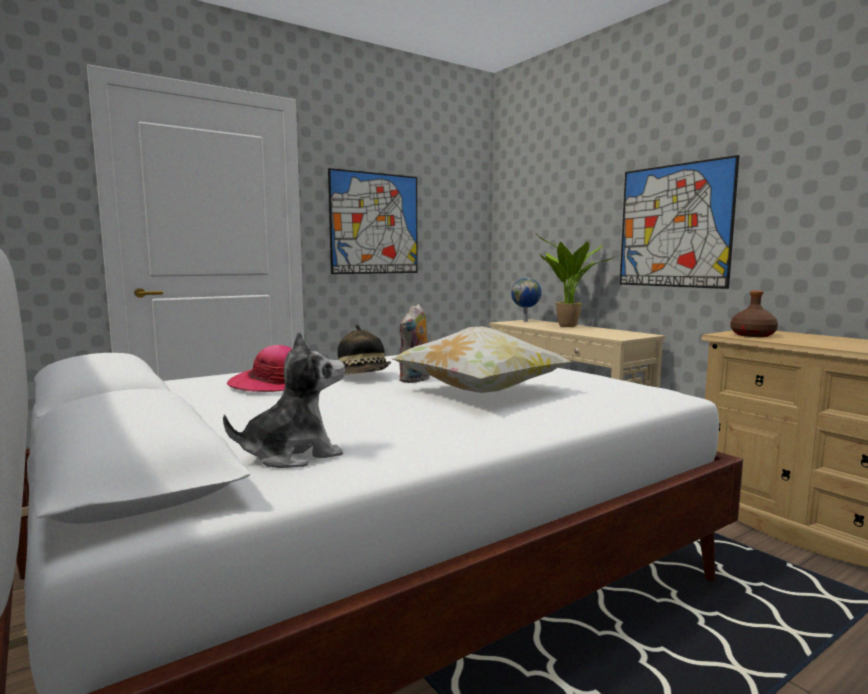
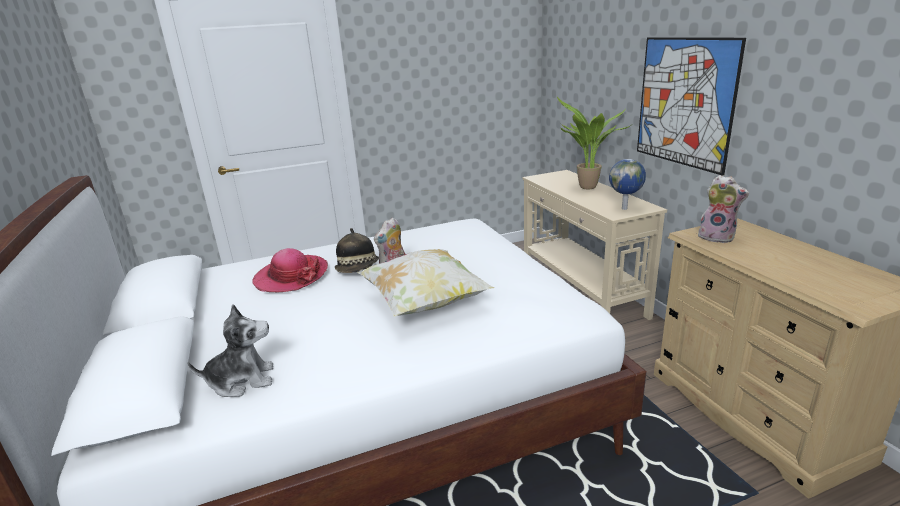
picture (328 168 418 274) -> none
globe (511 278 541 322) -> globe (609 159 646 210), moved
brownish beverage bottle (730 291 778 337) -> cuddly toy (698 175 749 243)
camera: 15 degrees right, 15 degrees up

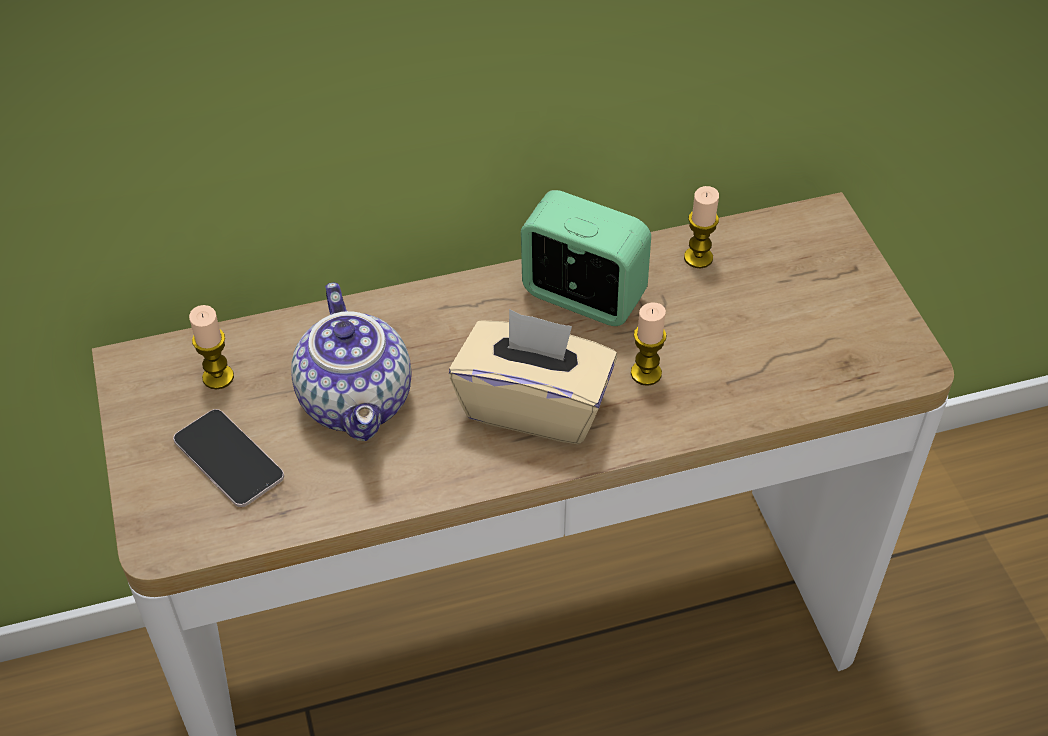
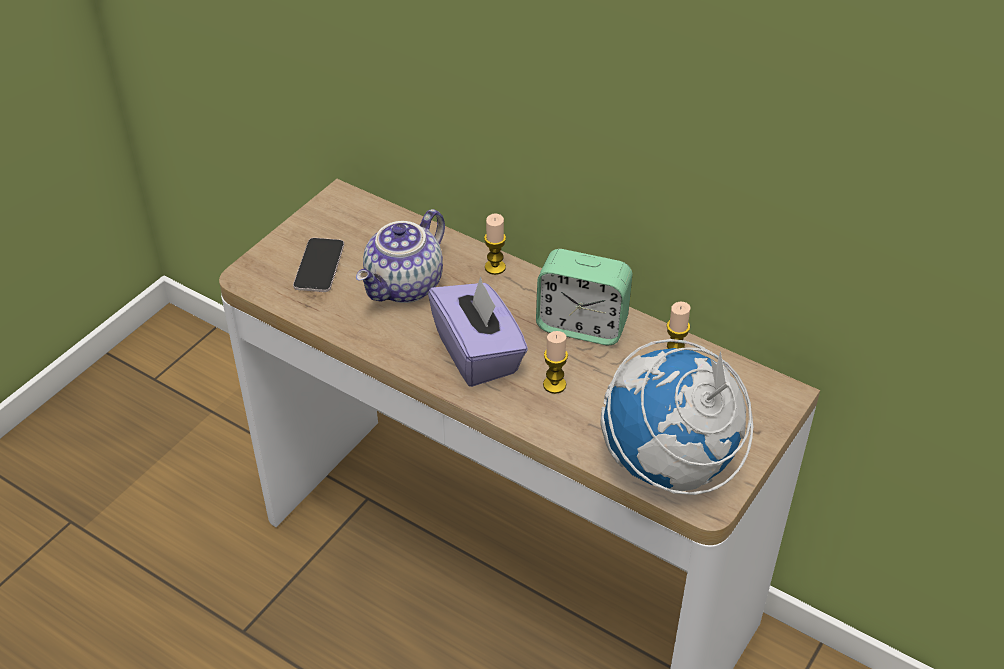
candle (189 305 234 390) -> candle (484 213 506 275), moved
beige tissue box (449 309 617 444) -> purple-coloured tissue box (428 277 528 387)
bedside clock (521 190 651 326) -> bedside clock (536 249 632 345), 120 degrees clockwise
none -> globe (601 339 753 495)
camera: 50 degrees right, 5 degrees down

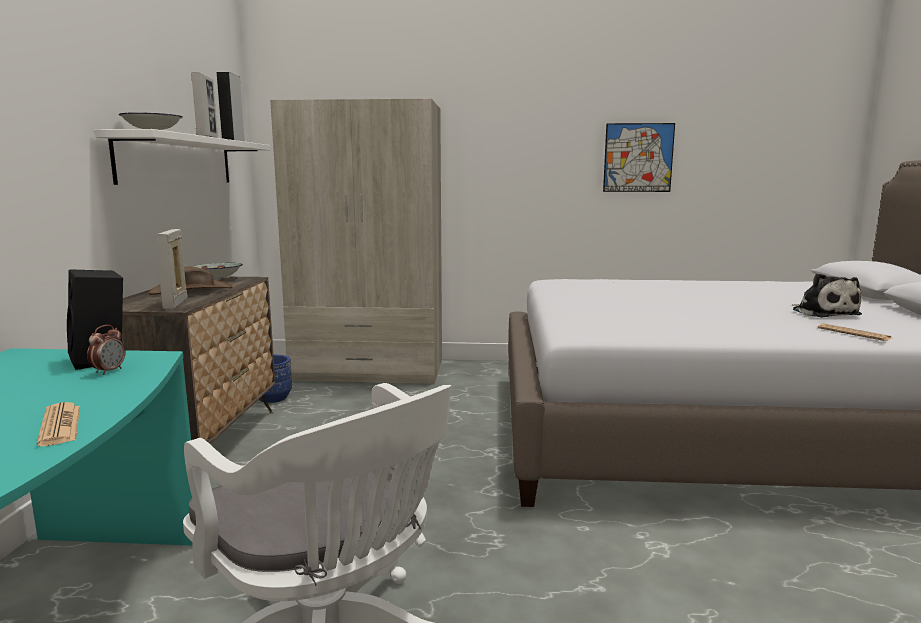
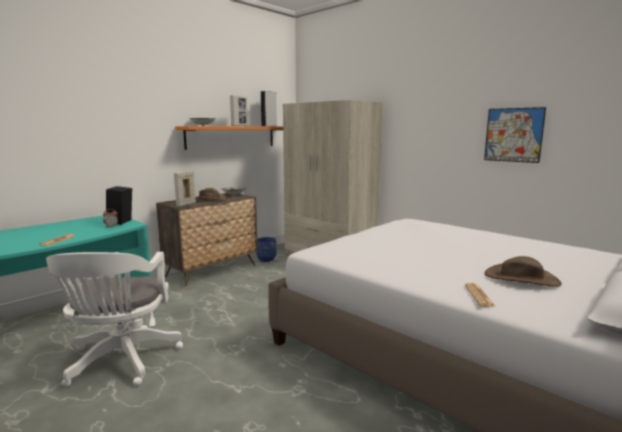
whitish shelf (95 129 270 185) -> orange shelf (175 126 283 150)
cuddly toy (792 273 862 318) -> brownish clothing hat (485 256 562 287)
camera: 40 degrees right, 0 degrees up

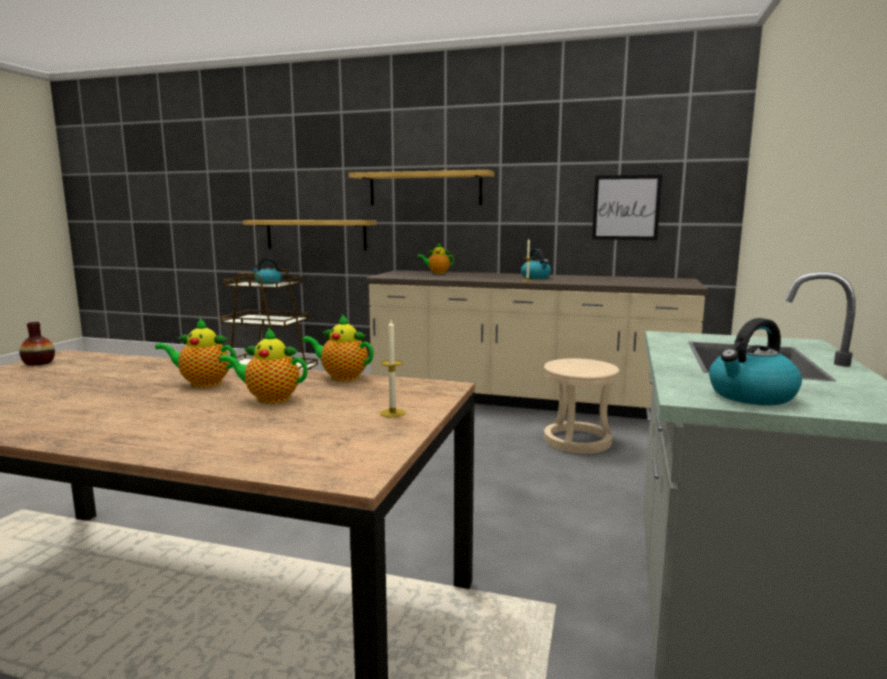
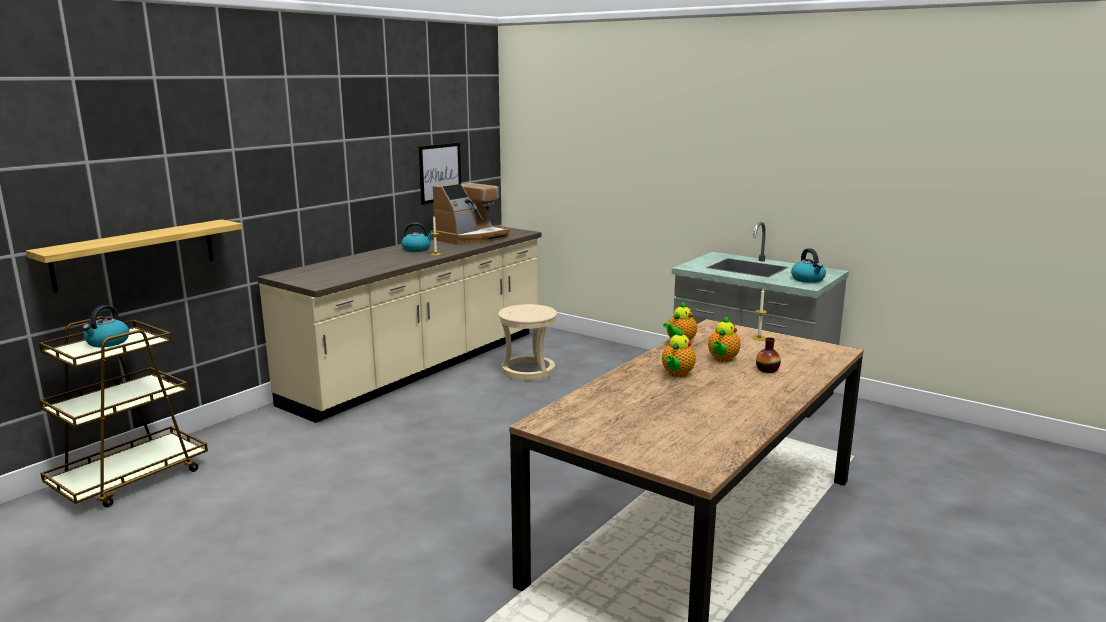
flower vase (19 322 55 366) -> flower vase (756 337 781 373), moved
shelf (349 170 494 205) -> none
tea pot (417 242 454 274) -> none
none -> coffee maker (431 183 510 245)
camera: 70 degrees left, 5 degrees up

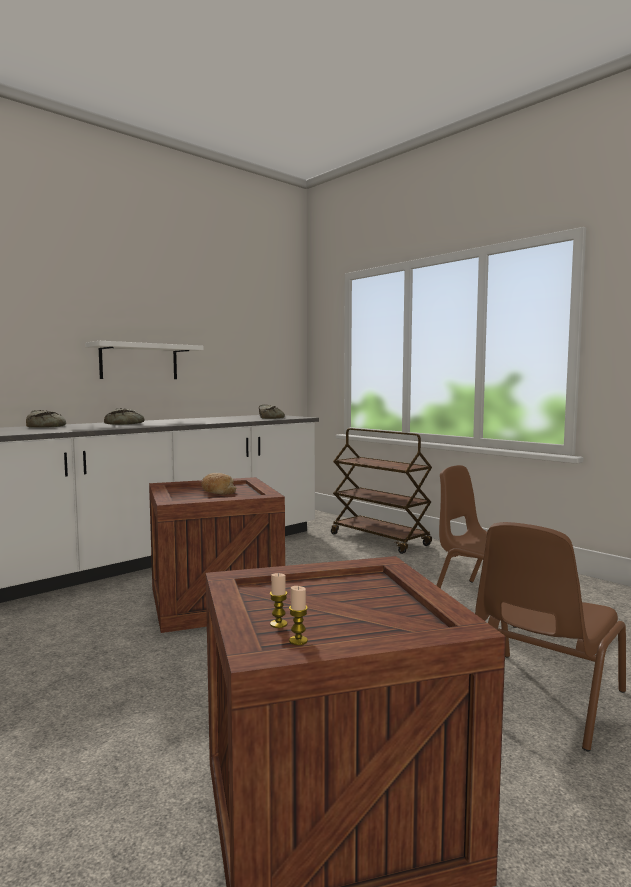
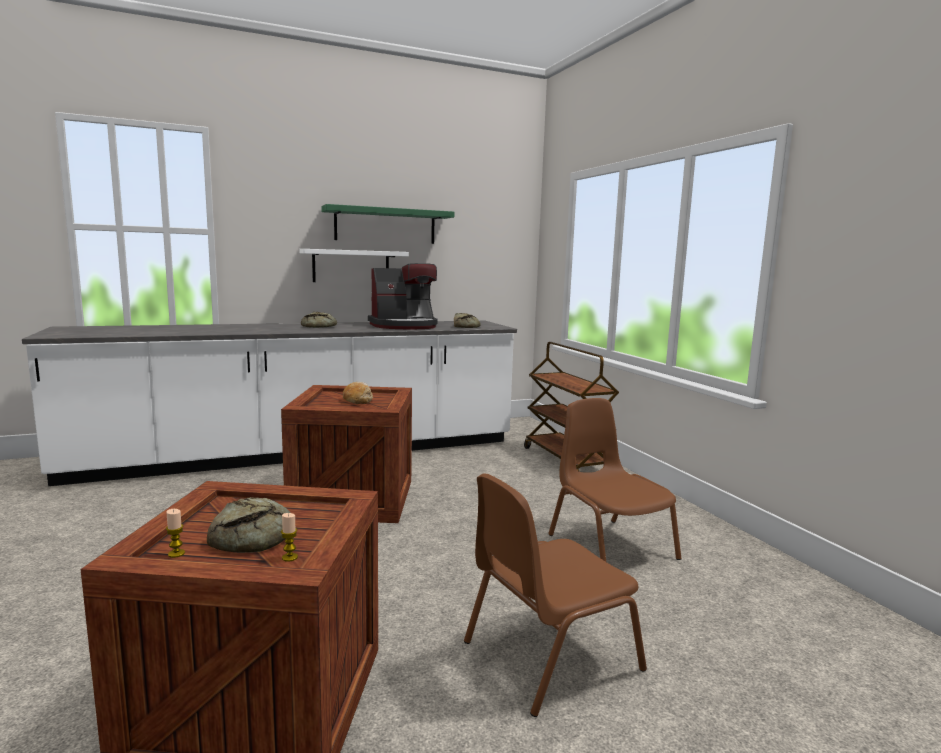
baked bread (26 410 66 428) -> baked bread (207 497 291 553), moved
candle (270 573 288 628) -> candle (281 513 298 562), moved
none -> greenish shelf (321 204 454 244)
none -> coffee maker (368 263 438 329)
camera: 20 degrees right, 5 degrees up

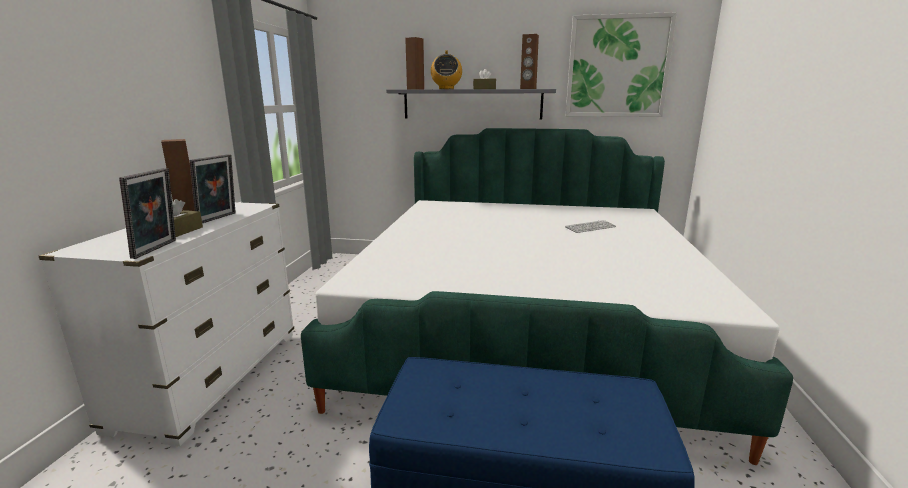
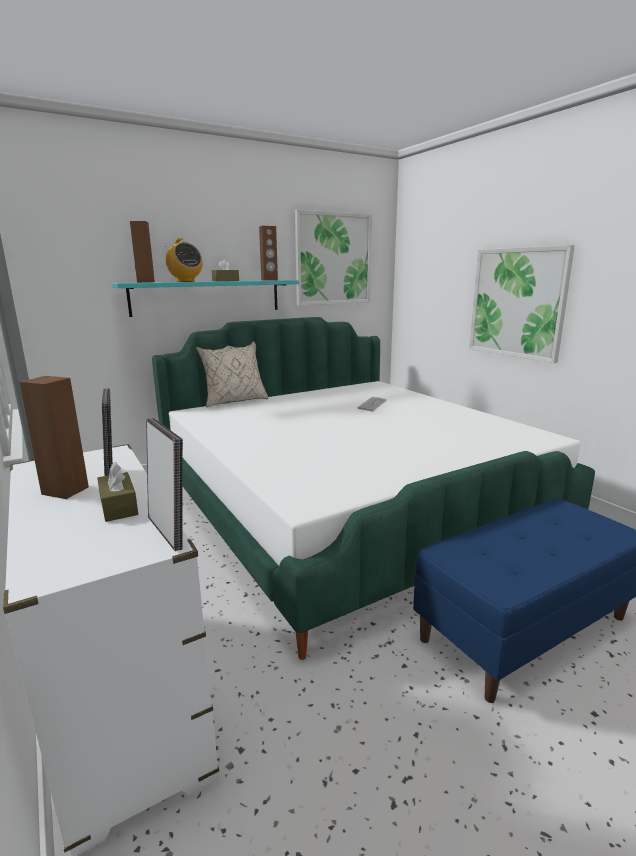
gray shelf (386 89 556 119) -> turquoise shelf (112 280 299 317)
none -> beige cushion (196 341 269 408)
none -> picture (469 245 575 363)
camera: 40 degrees left, 0 degrees up

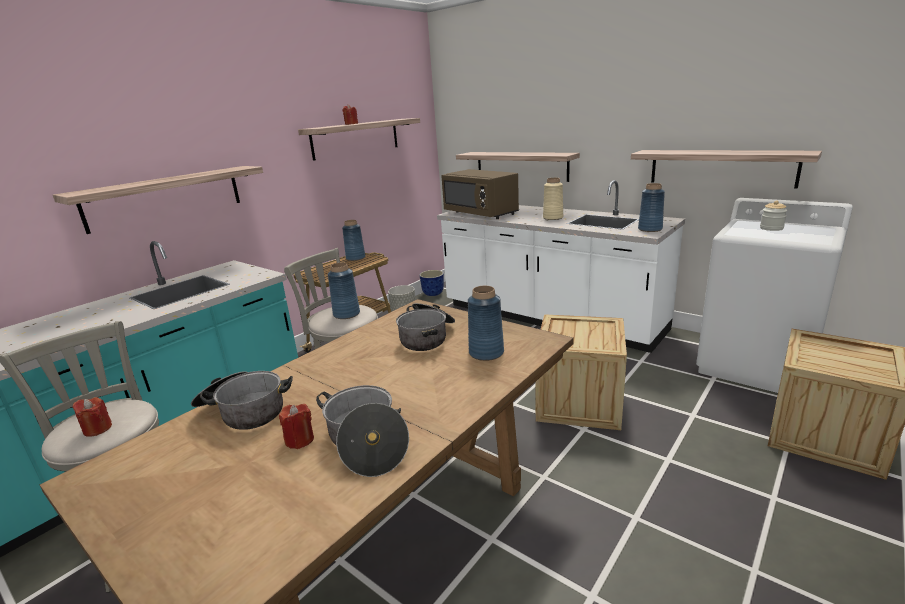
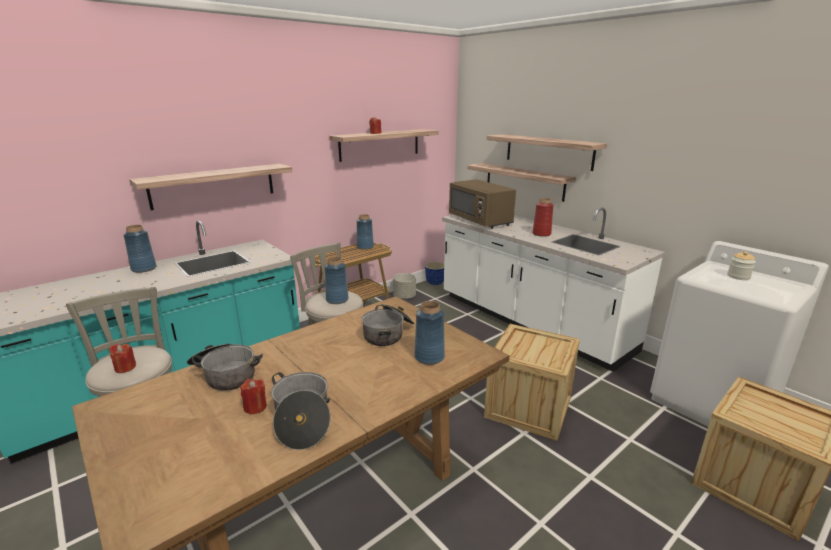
beige flower vase (543 178 563 220) -> red flower vase (532 198 554 237)
shelf (631 150 822 189) -> shelf (487 134 607 171), moved
blue-coloured flower vase (638 183 665 232) -> blue-coloured flower vase (123 225 157 273), moved
camera: 10 degrees right, 0 degrees up

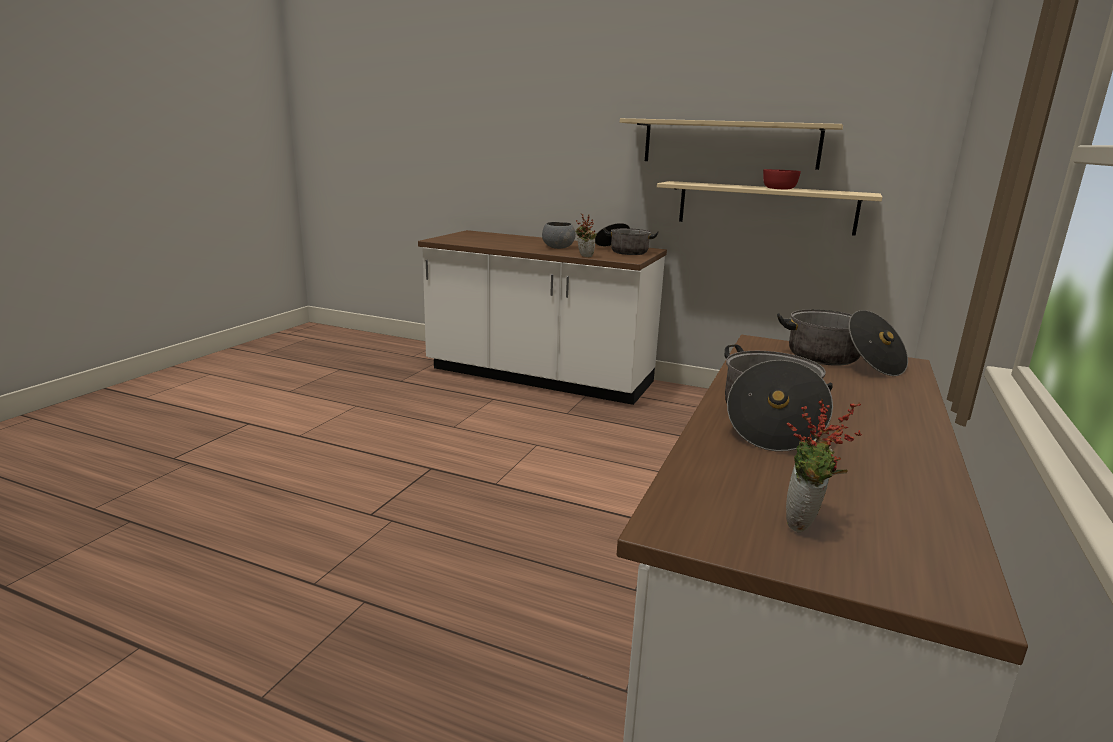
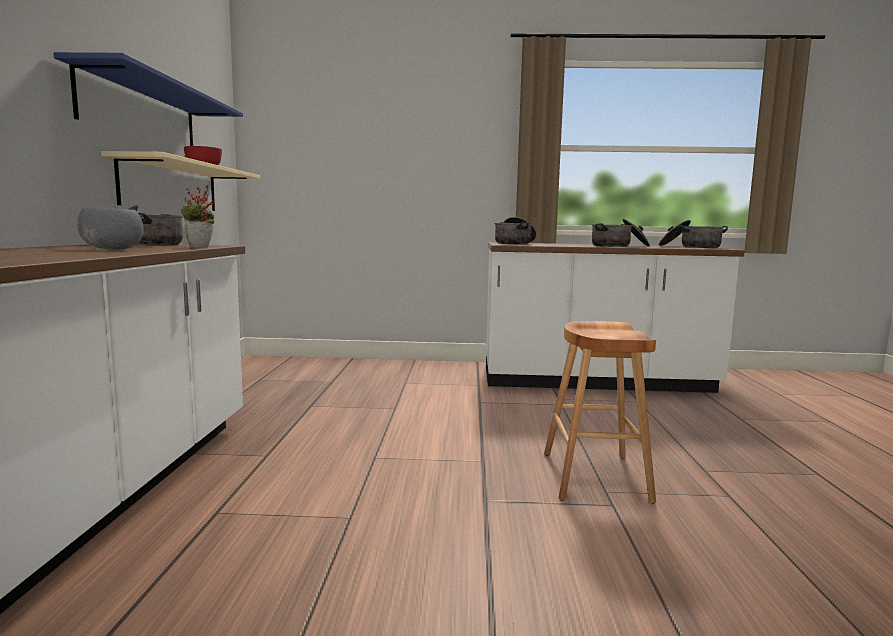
beige shelf (620 118 843 170) -> blue-coloured shelf (53 52 243 146)
houseplant (786 399 863 533) -> saucepot (659 220 728 248)
none -> brownish sitting stool (544 321 656 504)
camera: 110 degrees left, 10 degrees down

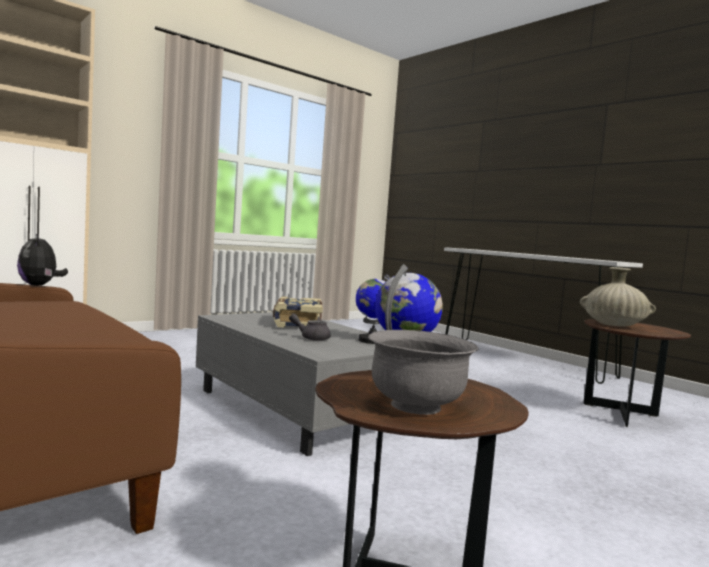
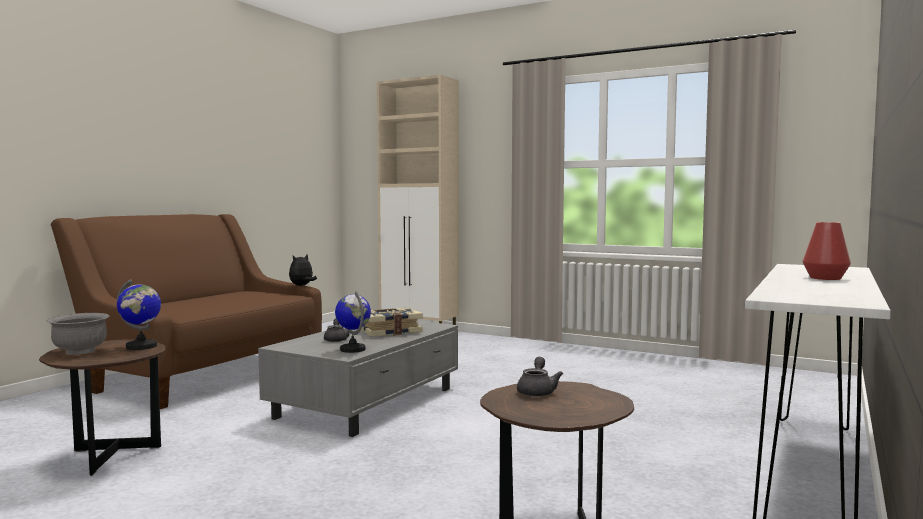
beige flower vase (580 267 656 327) -> gray tea pot (517 357 563 397)
none -> red flower vase (803 222 851 280)
camera: 70 degrees right, 0 degrees up

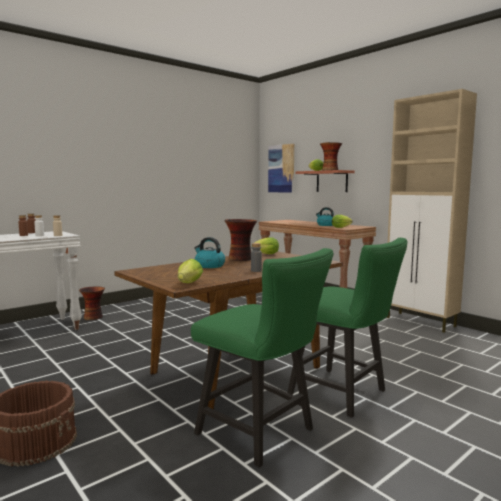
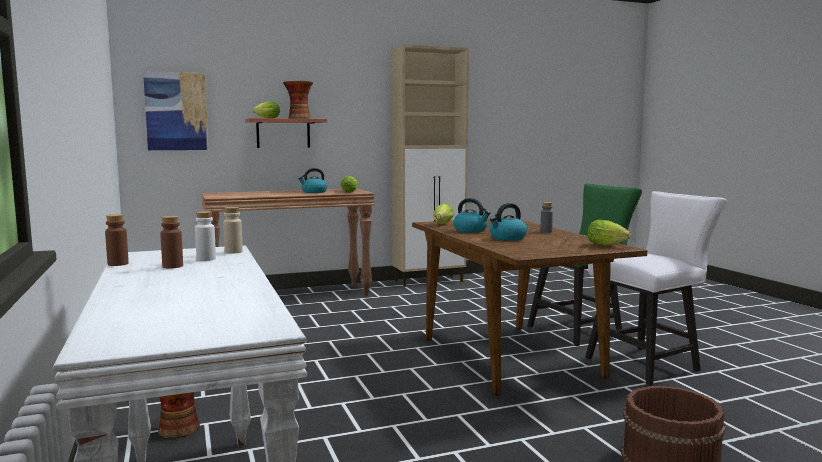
greenish chair (191 248 334 468) -> whitish chair (585 191 727 386)
flower vase (224 219 257 261) -> tea kettle (453 198 491 233)
camera: 70 degrees left, 0 degrees up

